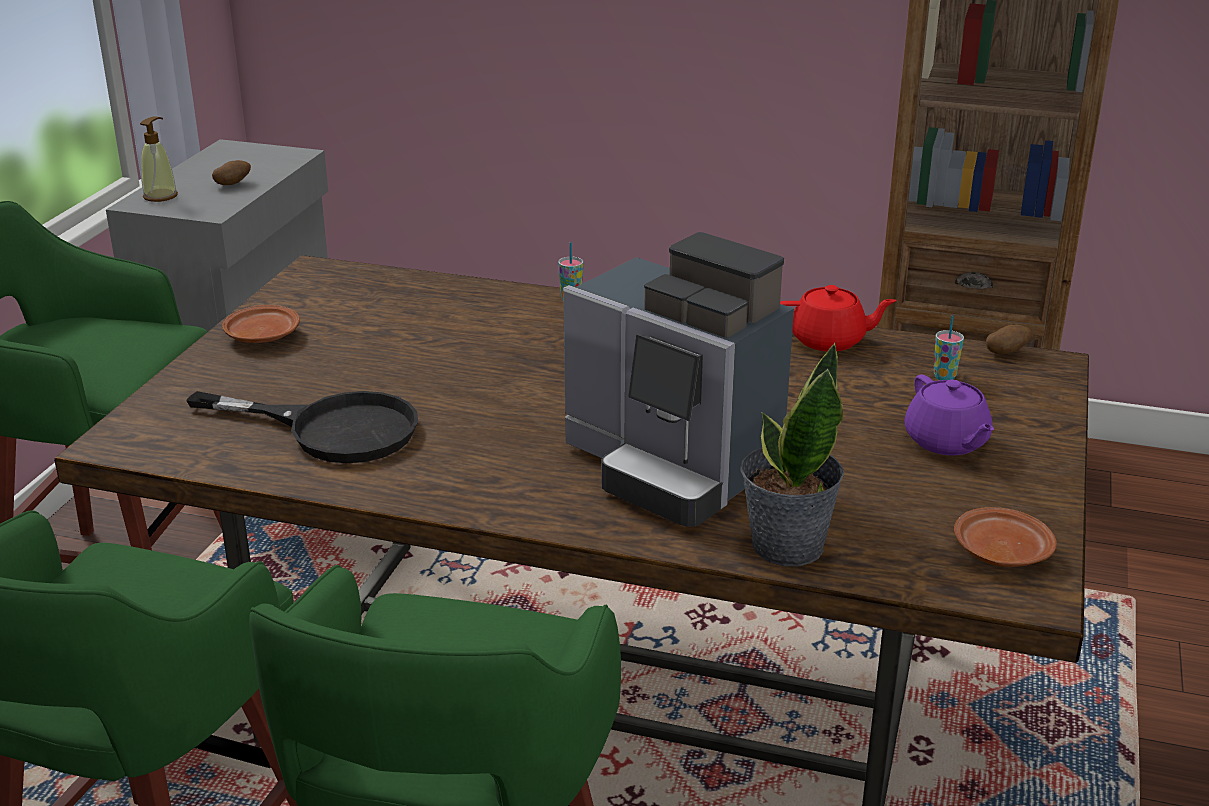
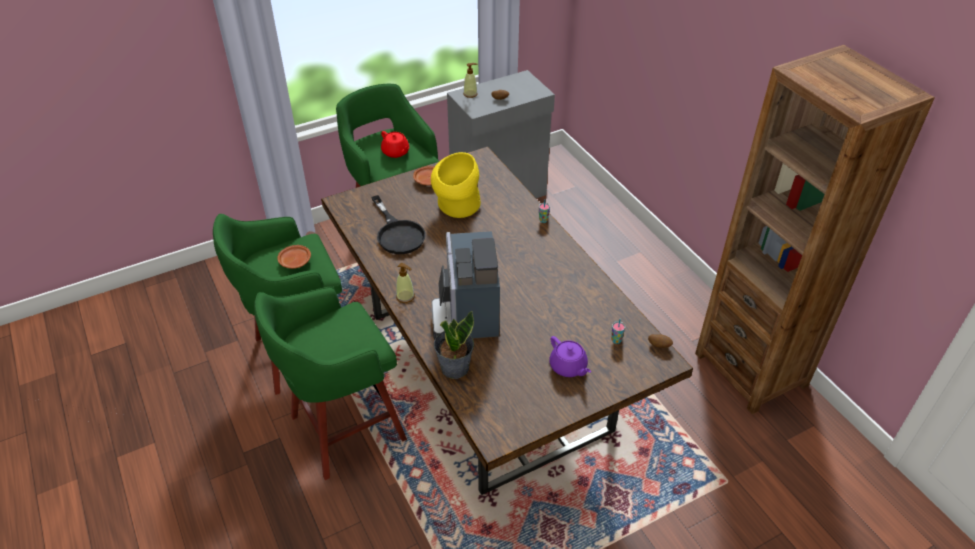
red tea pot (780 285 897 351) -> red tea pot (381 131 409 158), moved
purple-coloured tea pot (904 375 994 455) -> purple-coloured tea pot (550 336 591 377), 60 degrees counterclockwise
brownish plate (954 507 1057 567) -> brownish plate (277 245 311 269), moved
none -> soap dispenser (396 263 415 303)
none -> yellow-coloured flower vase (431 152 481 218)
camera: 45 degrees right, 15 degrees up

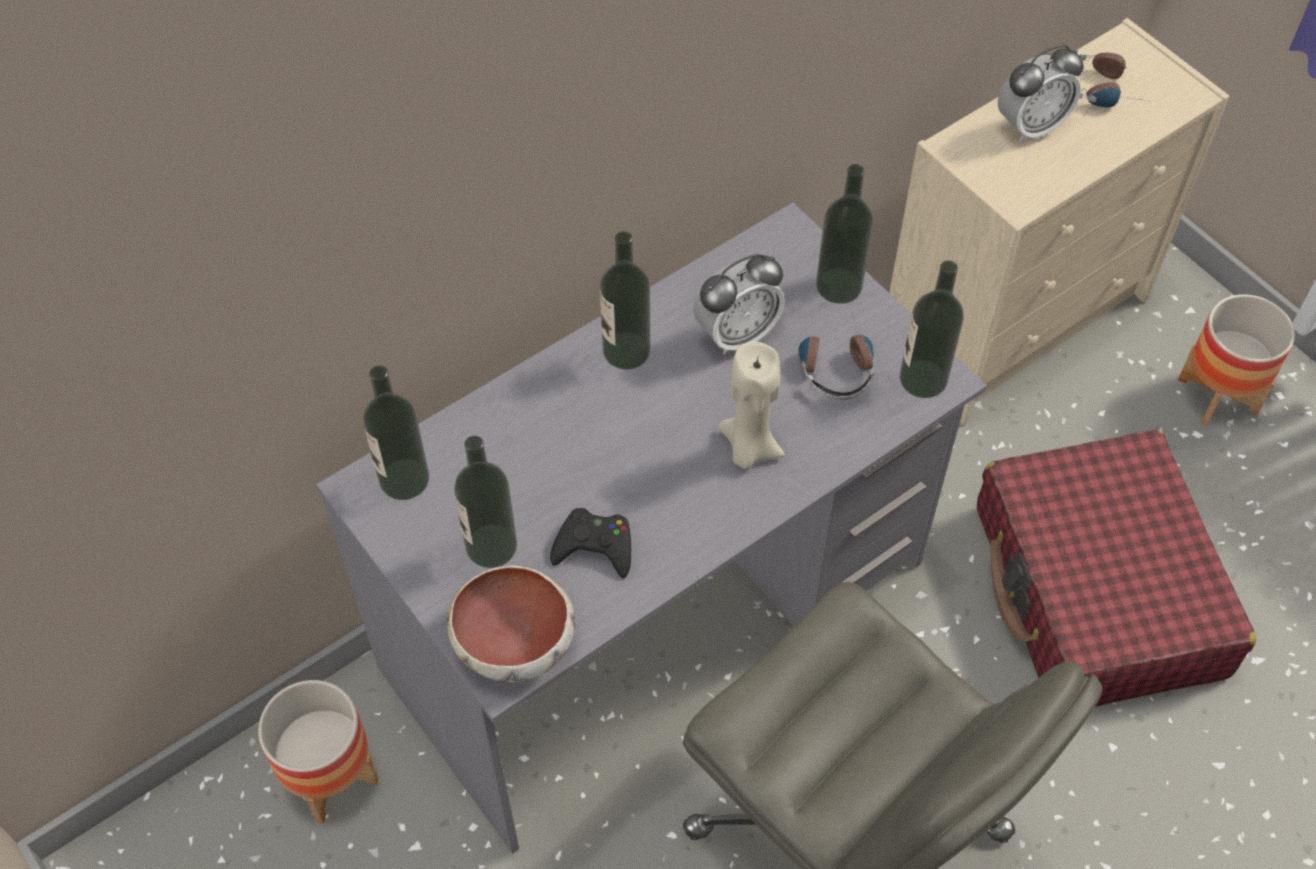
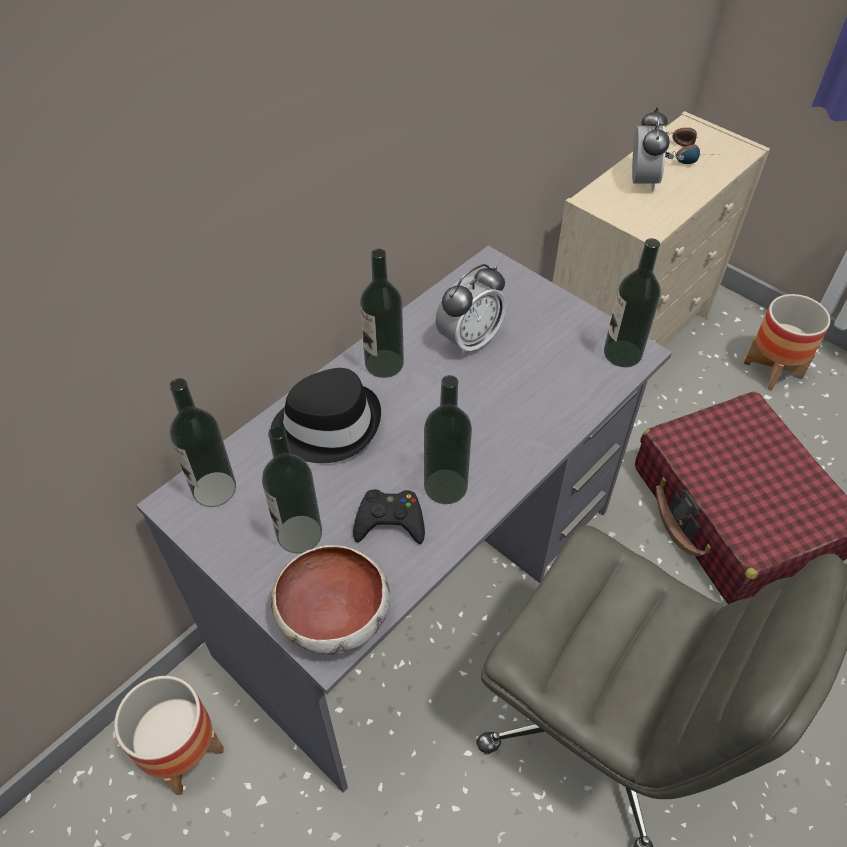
beige candle (718 342 785 469) -> none
headset (799 311 874 399) -> none
beverage bottle (816 164 873 304) -> beverage bottle (424 375 472 504), moved
bedside clock (998 44 1084 143) -> bedside clock (632 107 670 192), 45 degrees counterclockwise
none -> black-coloured clothing hat (271 368 381 463)
camera: 10 degrees left, 5 degrees down

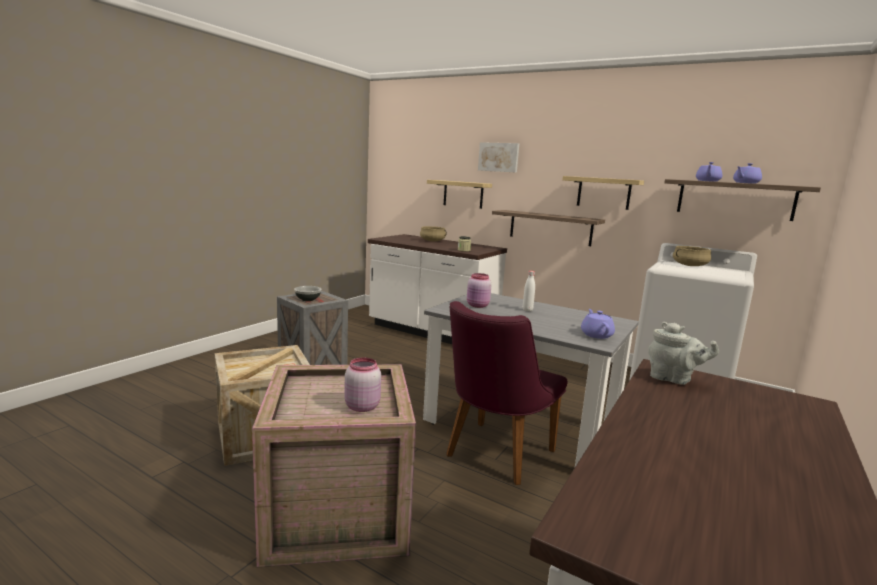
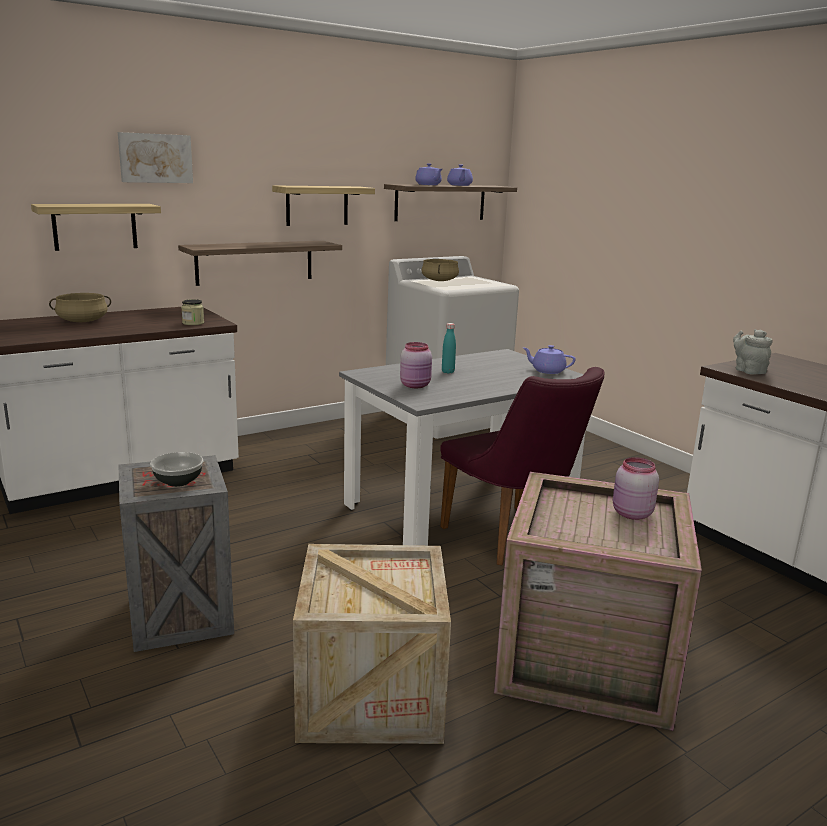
whitish beverage bottle (523 271 535 311) -> turquoise beverage bottle (442 323 456 373)
gray tea pot (648 322 719 385) -> gray tea pot (733 329 772 375), 75 degrees counterclockwise
camera: 65 degrees left, 5 degrees up

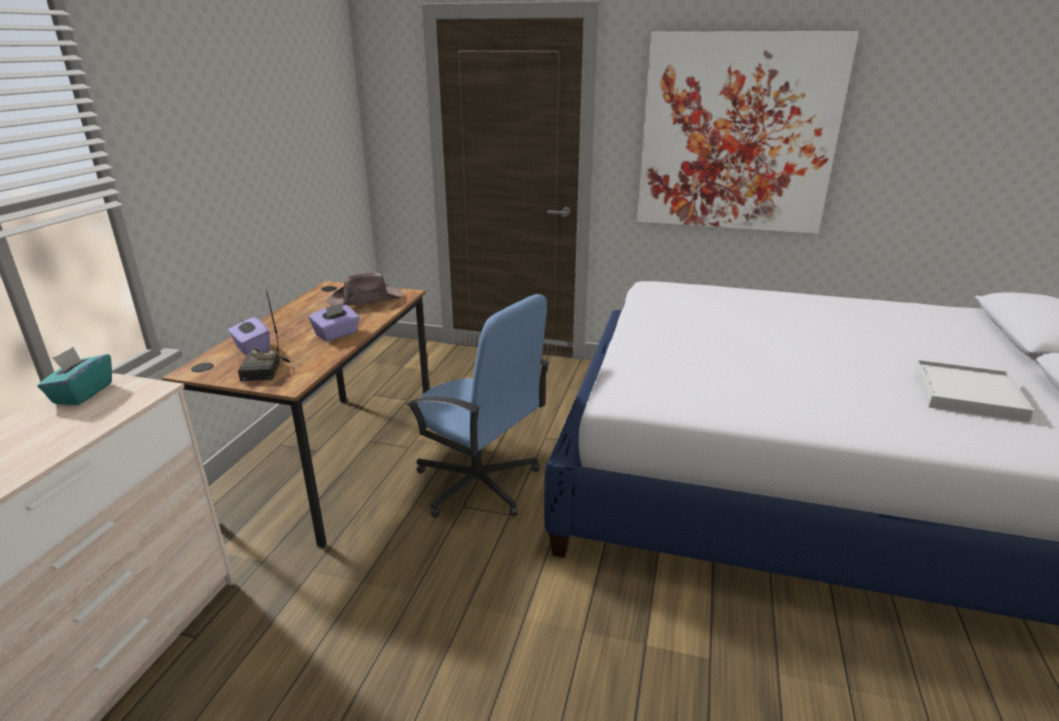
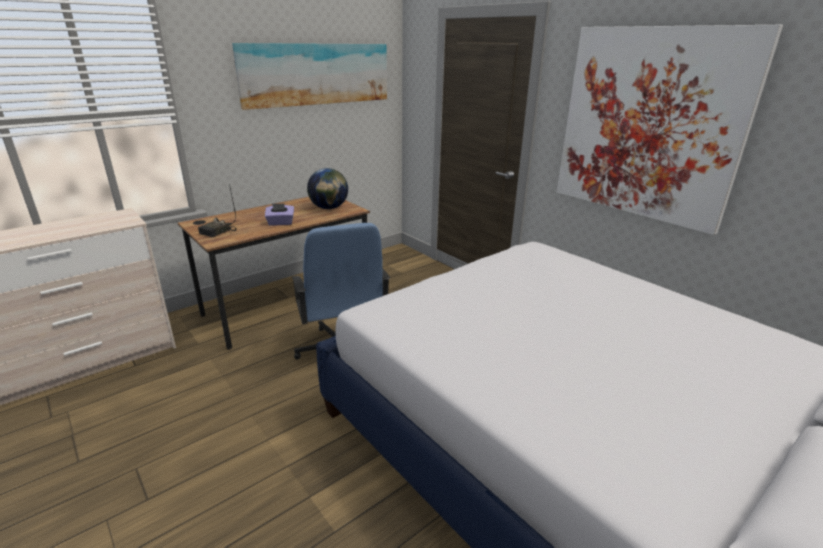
turquoise tissue box (37 347 112 405) -> none
purple-coloured tissue box (228 315 270 356) -> none
brownish clothing hat (327 272 403 306) -> globe (307 168 348 209)
whitish carrying tray (914 360 1034 422) -> none
none -> picture (232 43 387 110)
camera: 35 degrees right, 0 degrees up

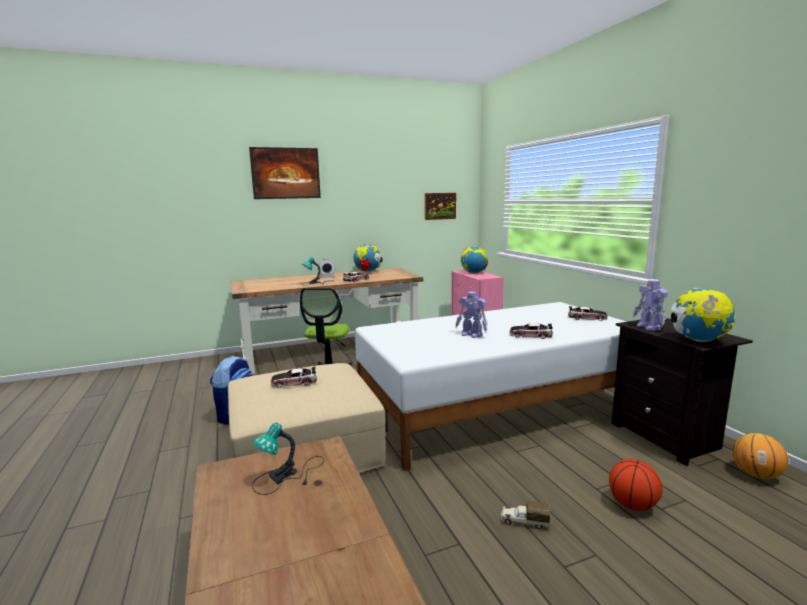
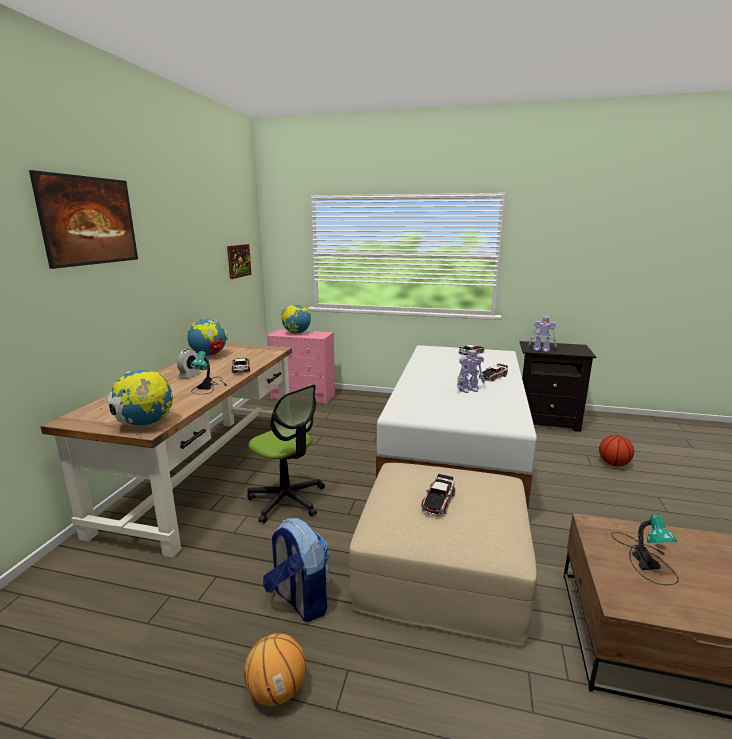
model truck (501 501 550 529) -> none
globe (670 288 735 342) -> globe (107 370 173 426), moved
basketball (733 433 788 479) -> basketball (244 633 306 706), moved
camera: 55 degrees left, 5 degrees up

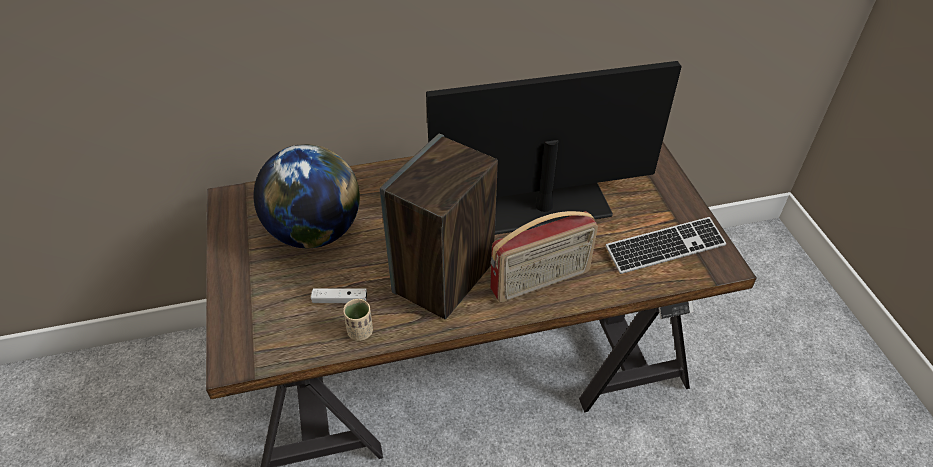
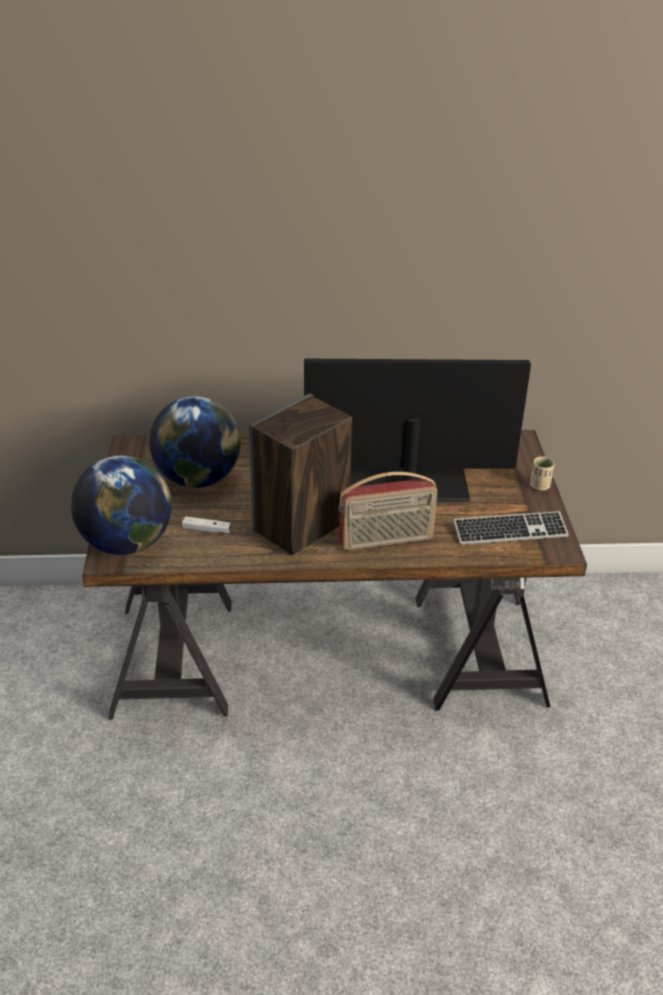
beige small cup (343 299 373 341) -> beige small cup (530 456 555 491), moved
none -> globe (71 455 172 555)
camera: 10 degrees right, 10 degrees down

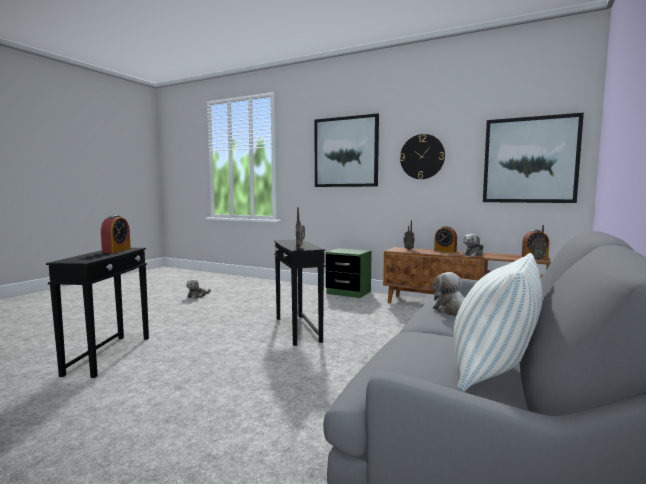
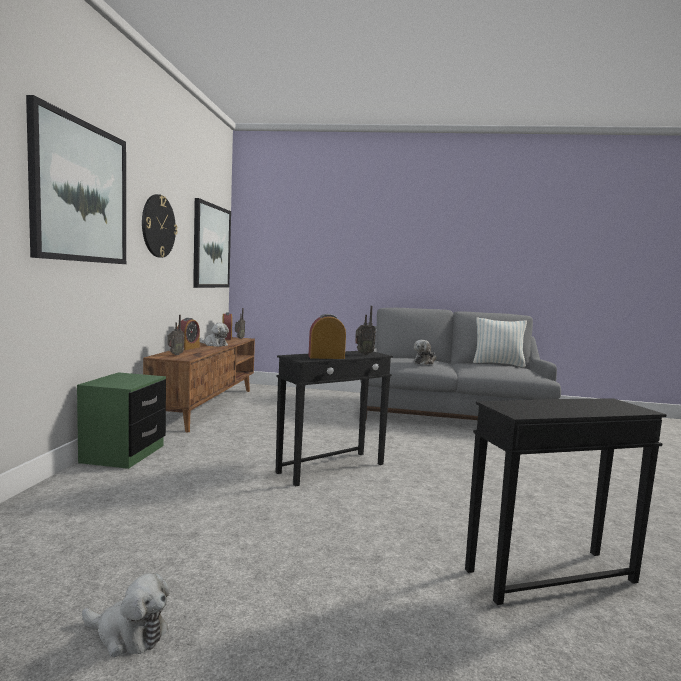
bedside clock (101 215 131 253) -> bedside clock (308 314 346 359), moved
camera: 110 degrees left, 0 degrees up

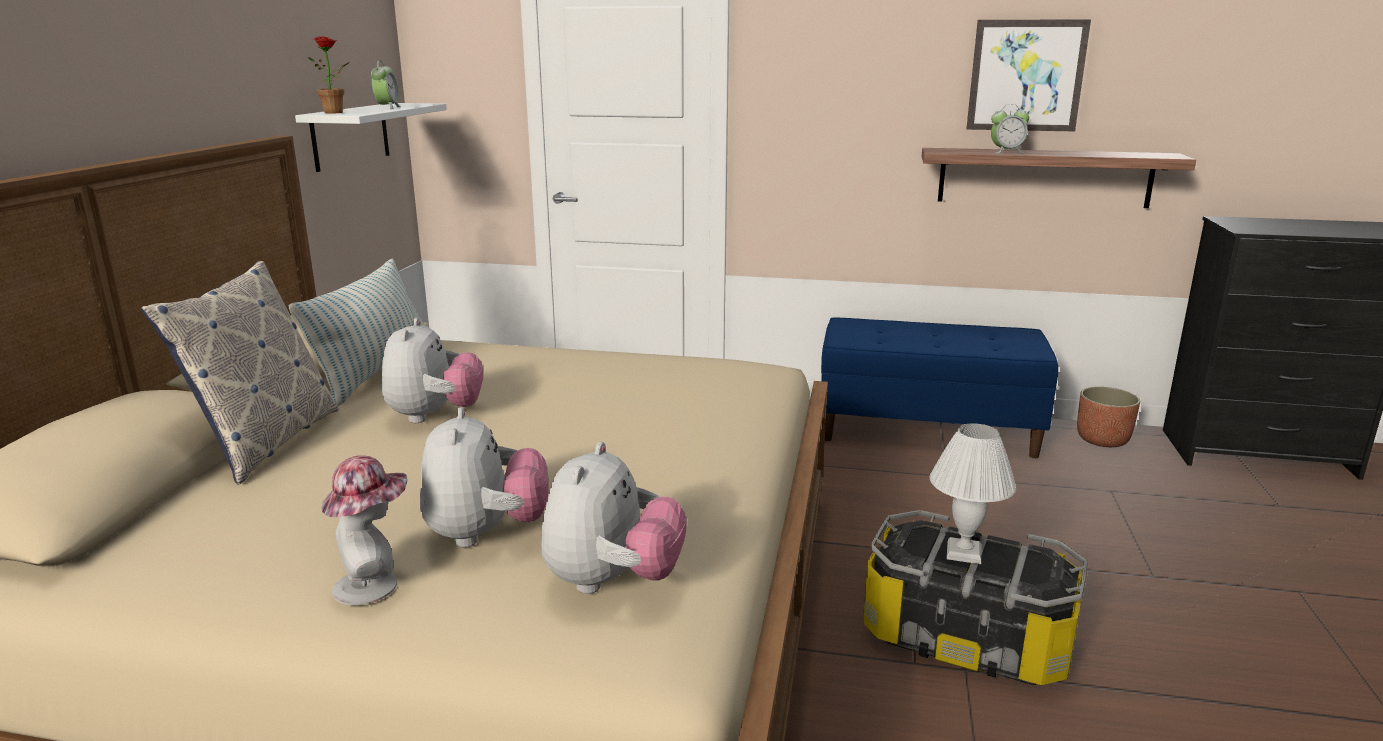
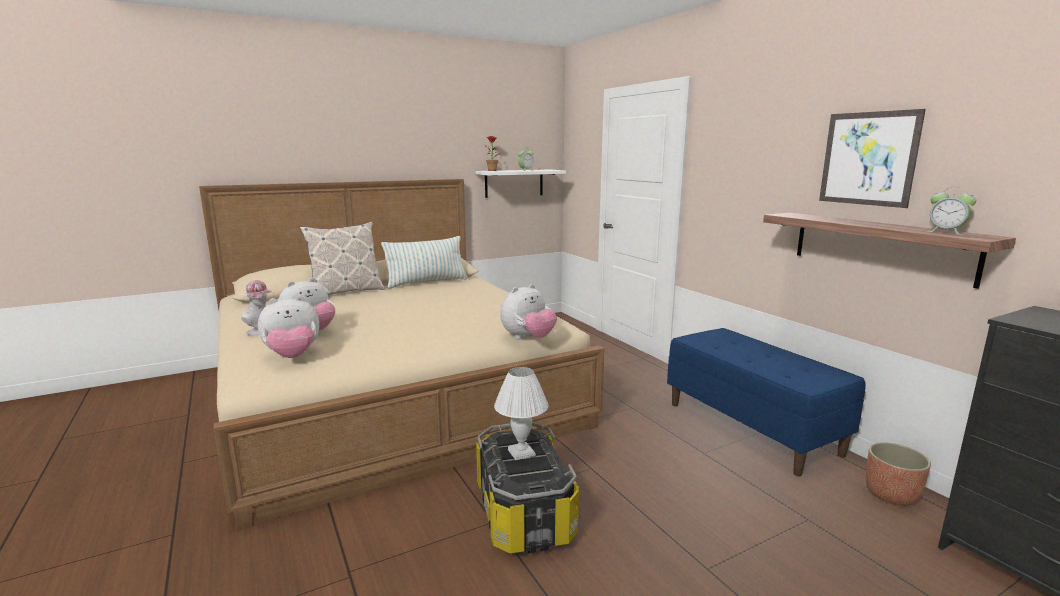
cuddly toy (382 318 483 423) -> cuddly toy (500 284 557 339), moved
bedside clock (991 104 1029 153) -> bedside clock (926 187 976 235), moved
camera: 50 degrees right, 5 degrees down

